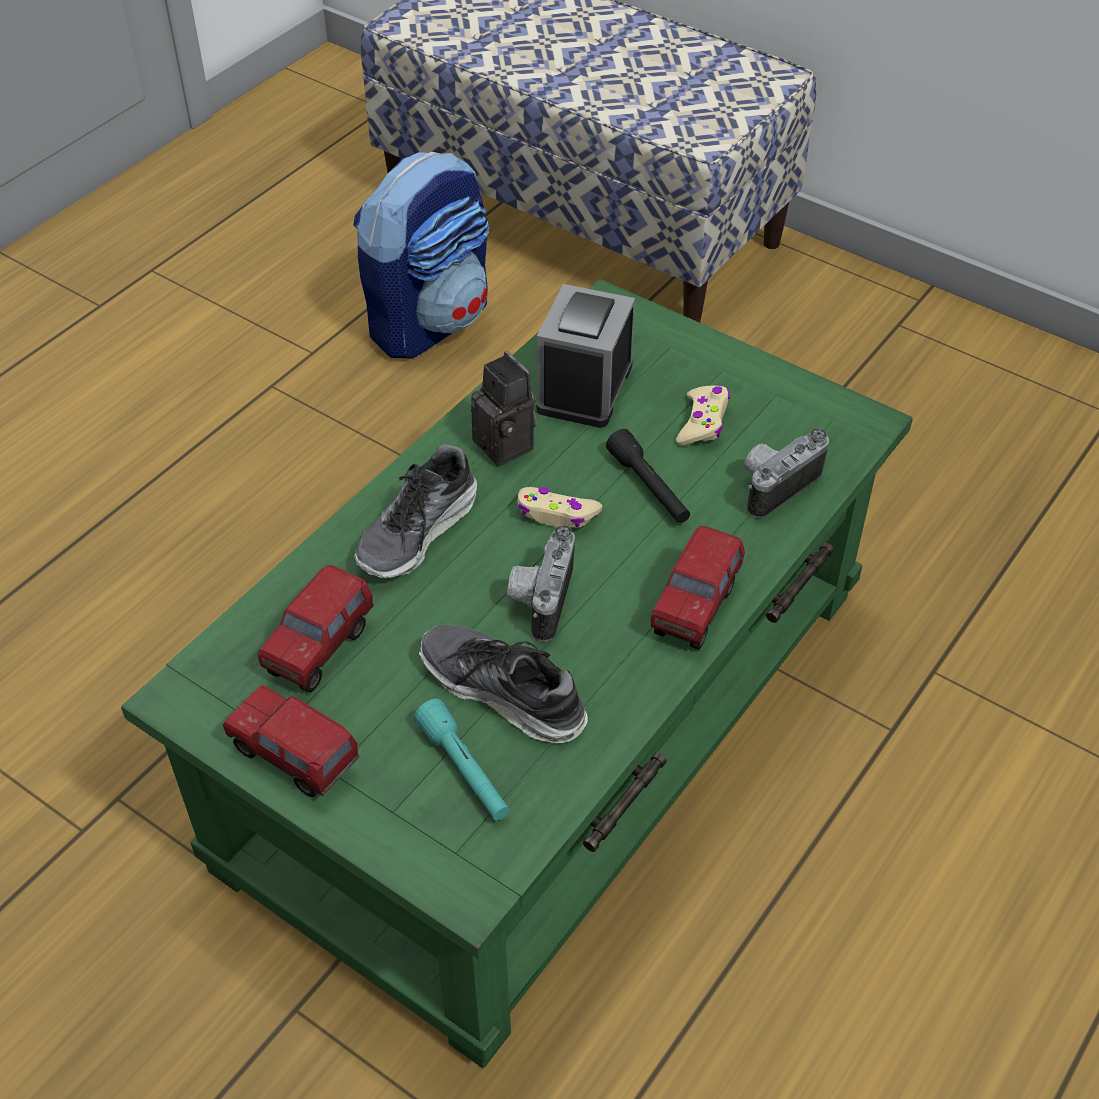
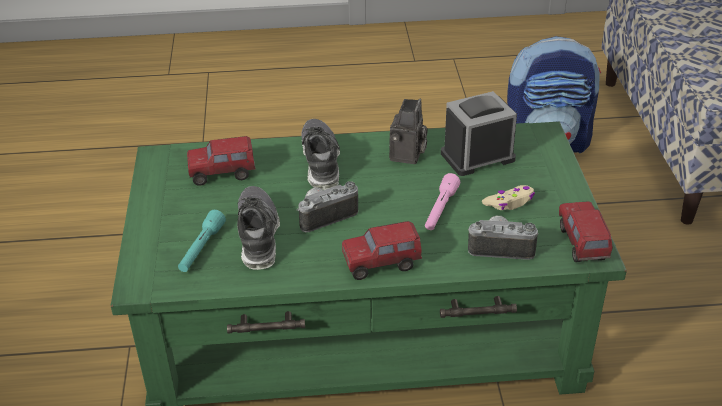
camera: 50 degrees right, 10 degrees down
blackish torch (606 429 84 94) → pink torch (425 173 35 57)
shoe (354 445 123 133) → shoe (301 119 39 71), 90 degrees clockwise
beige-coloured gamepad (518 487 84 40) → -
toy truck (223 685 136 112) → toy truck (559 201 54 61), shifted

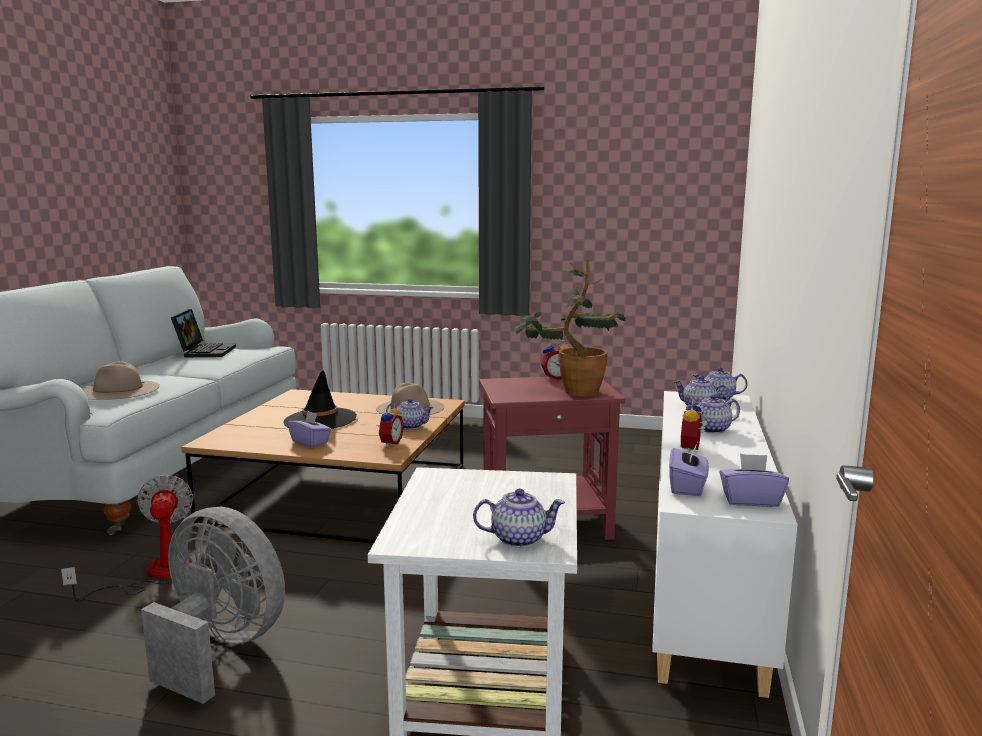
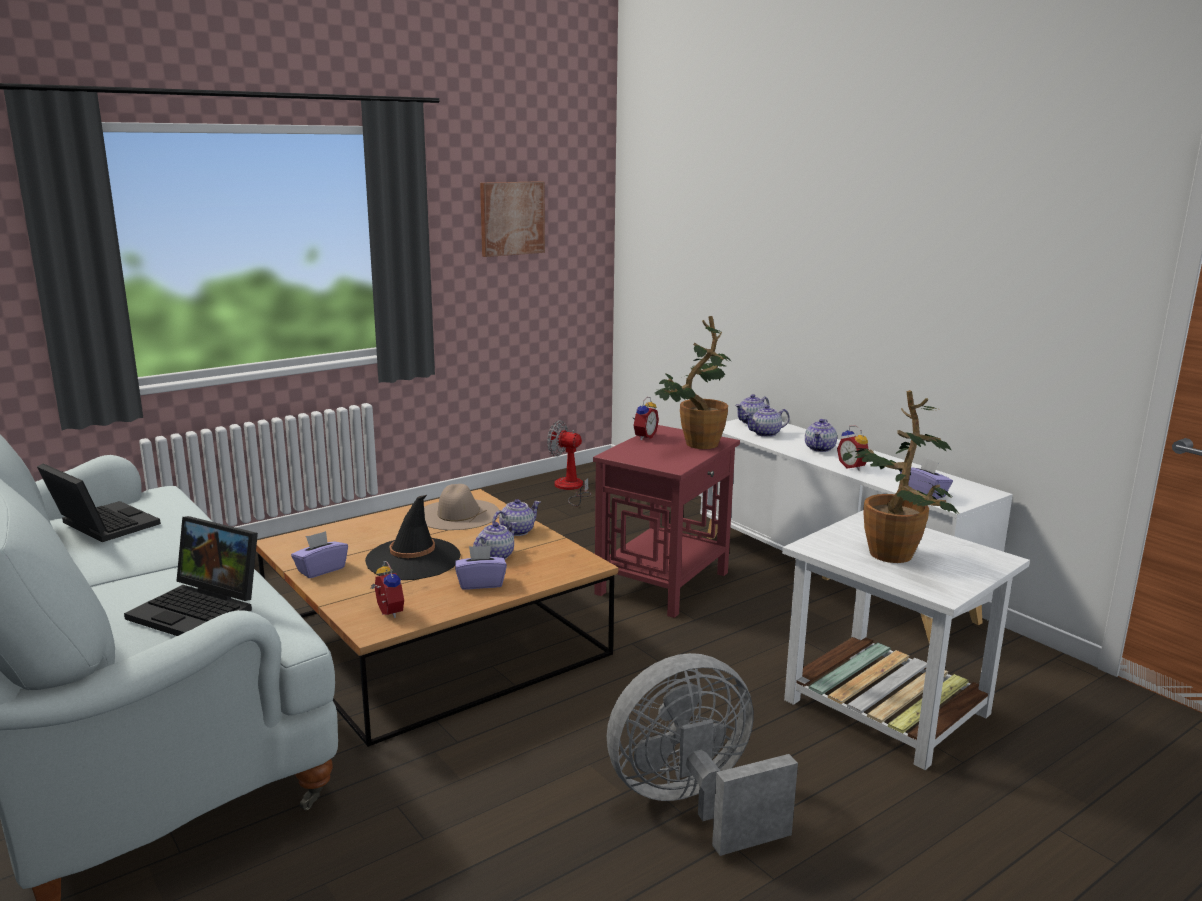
camera: 50 degrees left, 5 degrees up
beige-coloured clothing hat (82 361 77 39) → portable computer (124 516 134 120)
bedside clock (377 404 27 43) → bedside clock (371 561 33 57), shifted
purple-coloured tissue holder (719 454 70 53) → purple-coloured tissue holder (291 531 57 47), shifted
cooling fan (61 475 133 127) → cooling fan (547 421 44 85), shifted
teapot (473 489 92 59) → teapot (473 522 44 37), shifted
- → wall art (480 181 65 76)
- → potted plant (843 390 115 173)

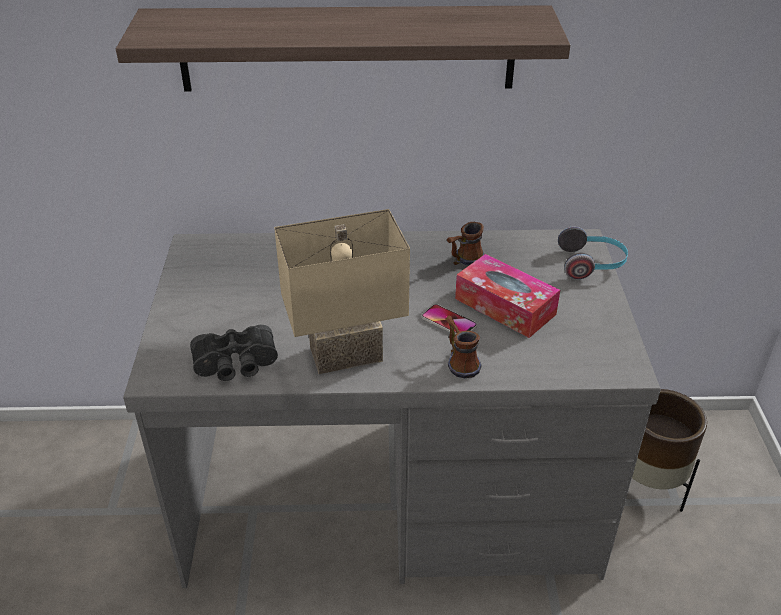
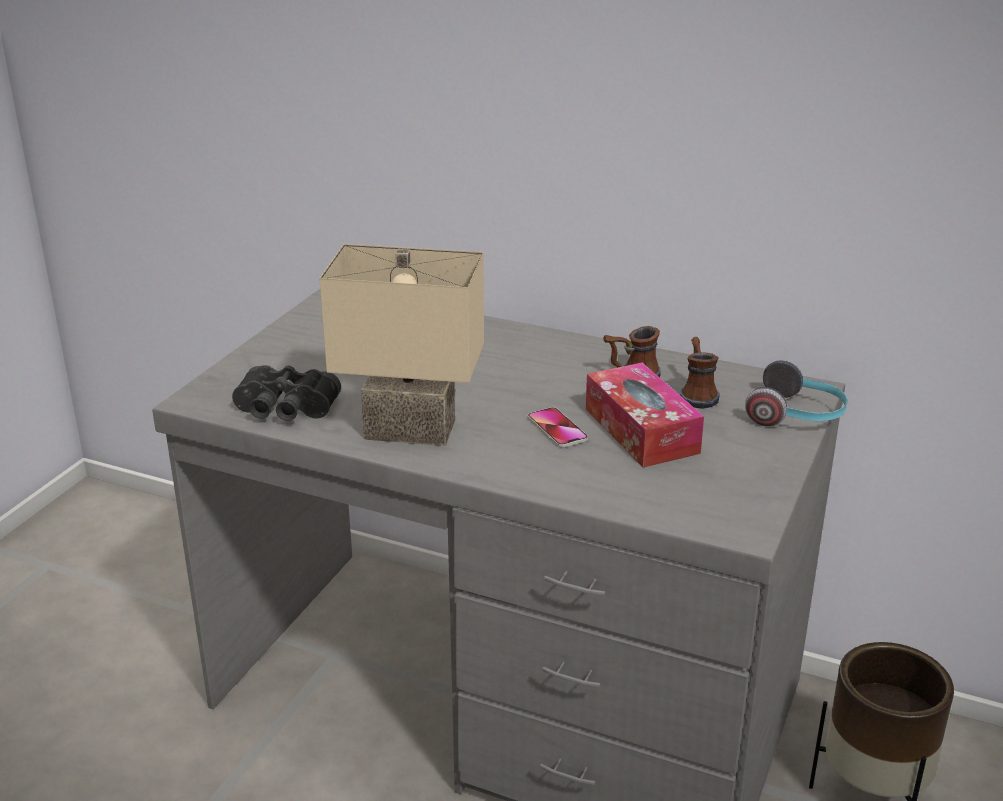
camera: 25 degrees right, 10 degrees down
shelf (116 5 454 86) → -
mug (445 315 37 63) → mug (680 337 40 72), shifted

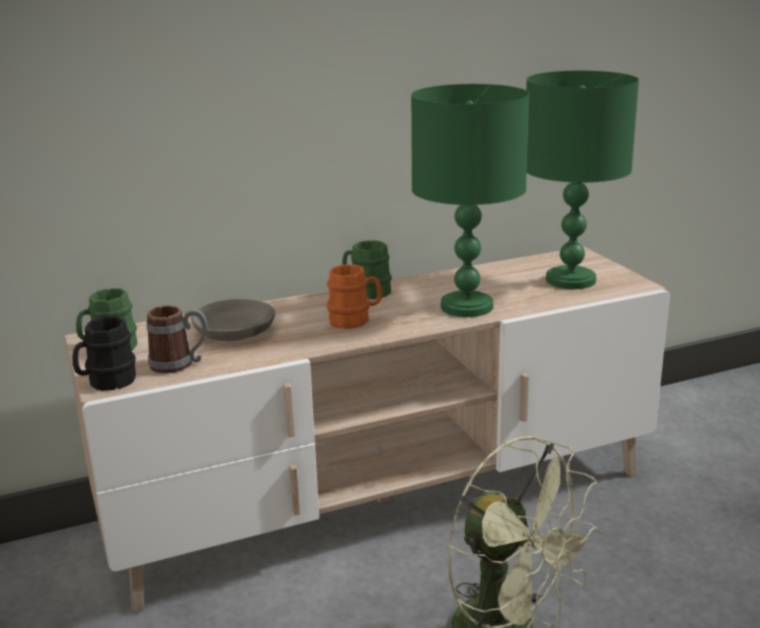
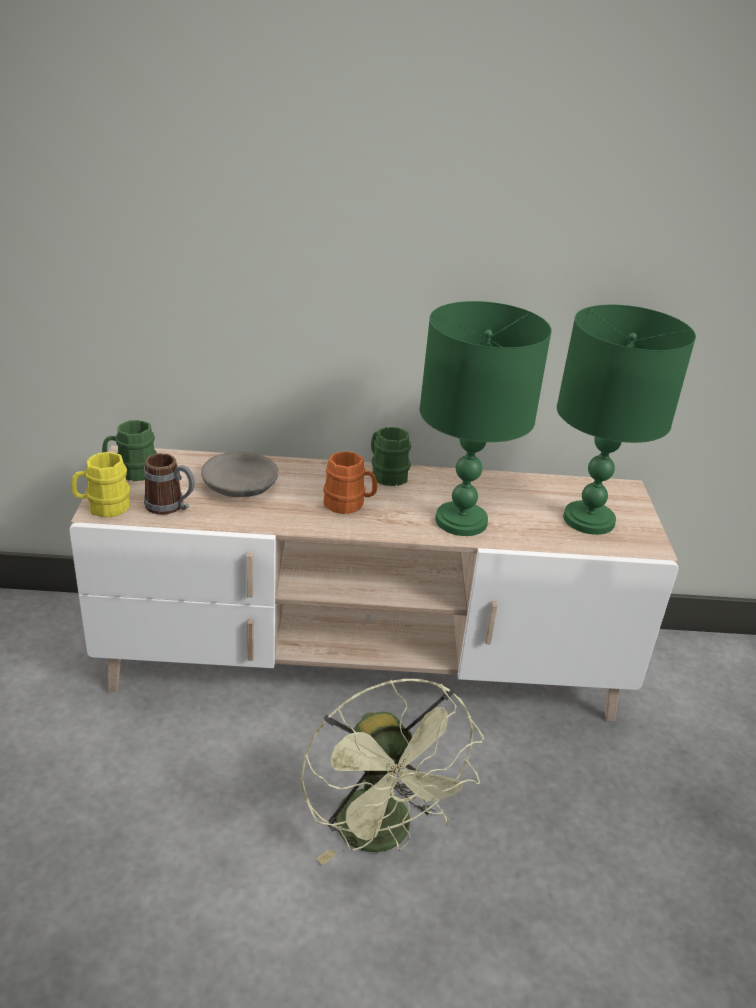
camera: 20 degrees right, 10 degrees up
blackish mug (72 316 64 75) → yellow mug (71 452 60 66)

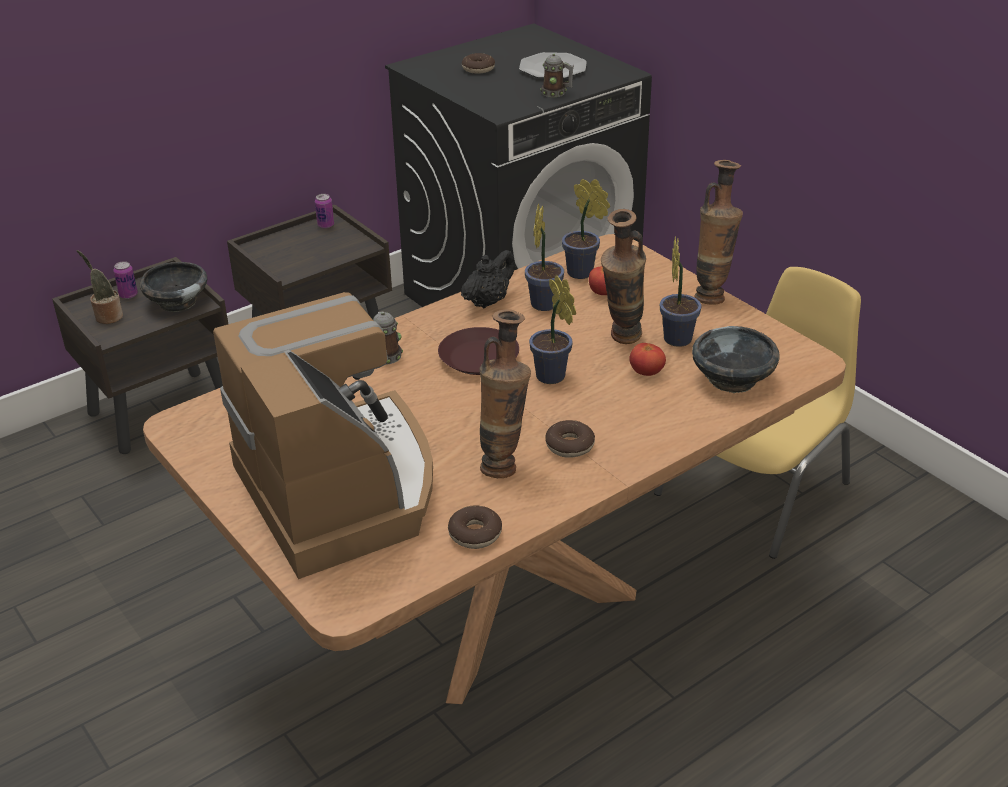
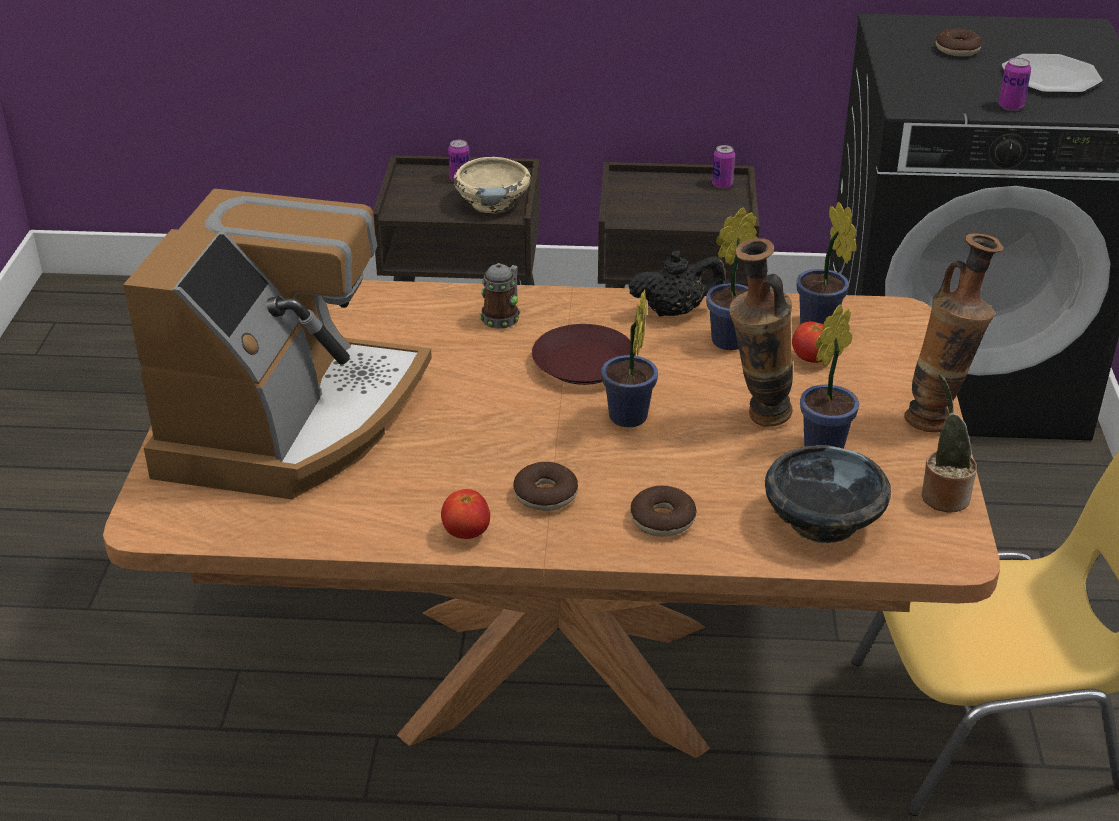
camera: 40 degrees right, 0 degrees up
mug (540 54 34 43) → metal can (999 58 32 53)
potted plant (76 250 47 74) → potted plant (922 374 55 138), shifted
blackish serving bowl (140 262 67 50) → beige-coloured serving bowl (453 157 78 57)
decorative vase (480 309 51 169) → -
tomato (629 343 37 33) → tomato (441 489 49 50), shifted
ring doughnut (448 506 54 43) → ring doughnut (630 485 67 52), shifted

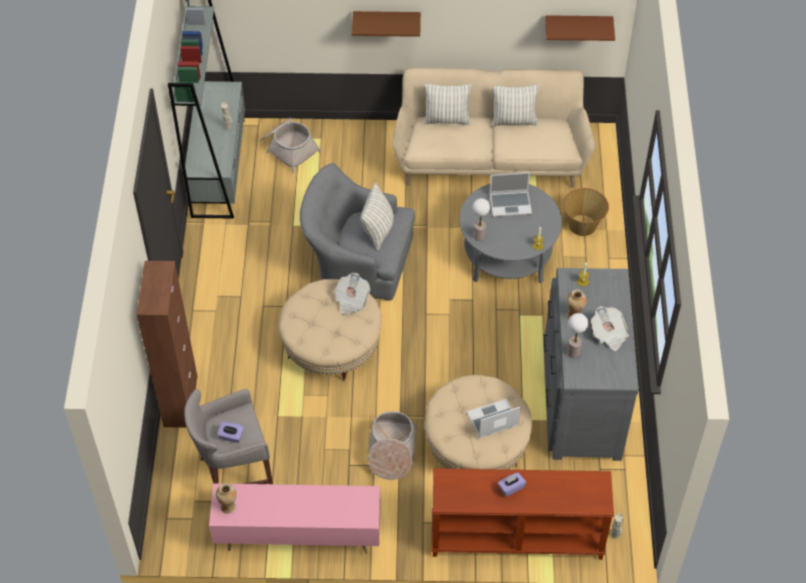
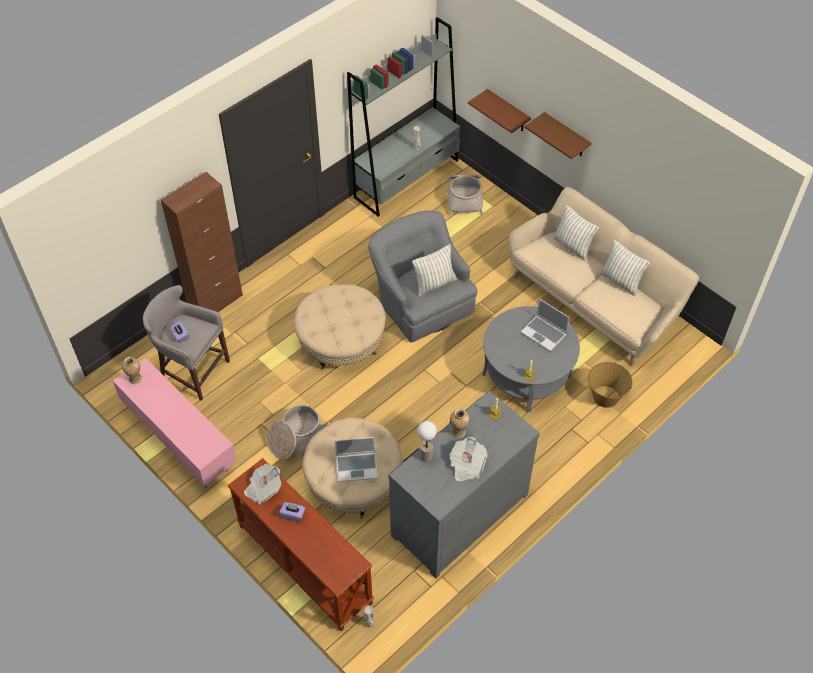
camera: 45 degrees right, 0 degrees up
brownish shelf (545 15 70 26) → brownish shelf (468 89 63 44), shifted
table lamp (472 198 18 43) → -
newspaper (335 273 35 41) → newspaper (244 464 37 41), shifted
portable computer (467 399 54 39) → portable computer (335 437 43 45), 150 degrees clockwise

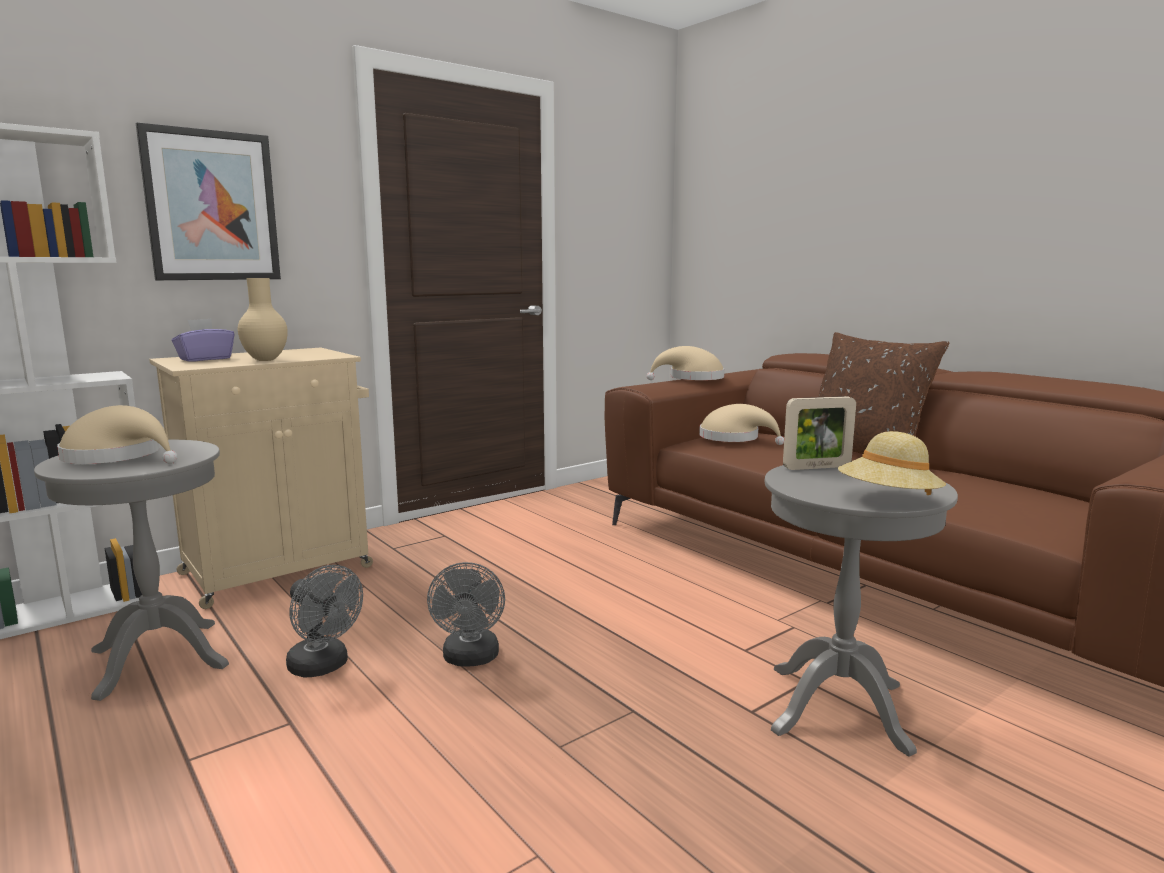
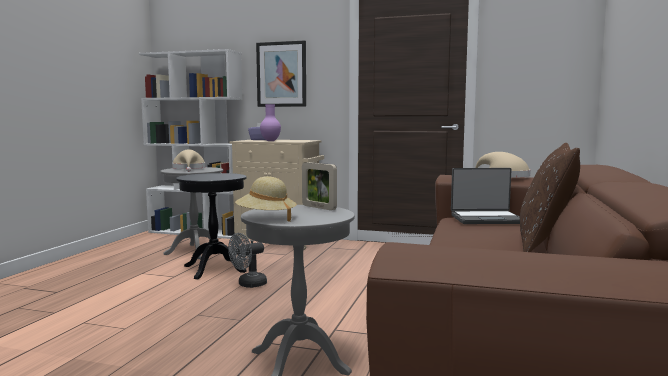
camera: 55 degrees right, 5 degrees down
beige-coloured decorative vase (238 278 50 83) → purple-coloured decorative vase (260 104 21 37)
beige-coloured clothing hat (699 404 85 41) → portable computer (451 168 69 56)
greyish cooling fan (286 565 77 112) → blackish accent table (176 173 71 106)

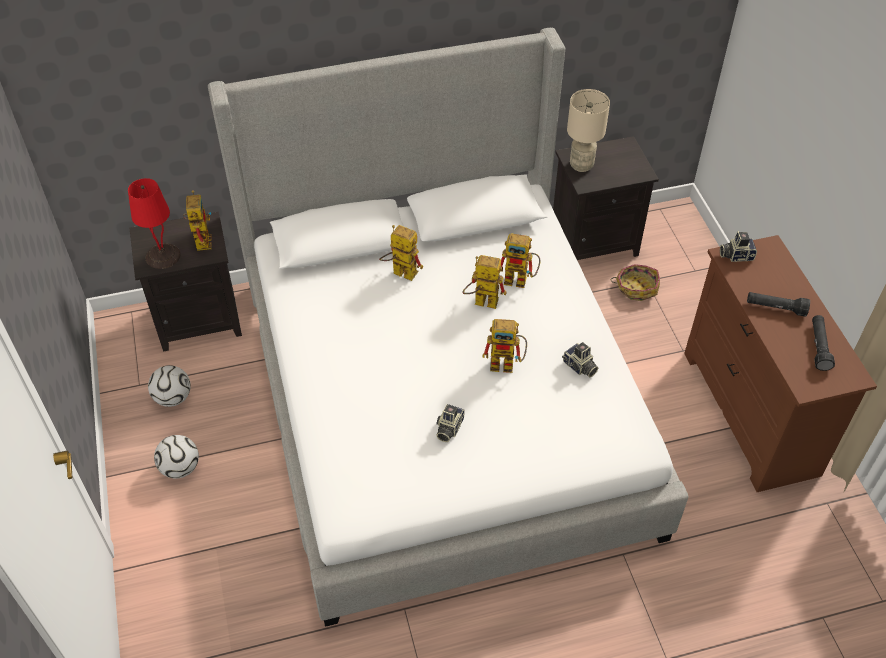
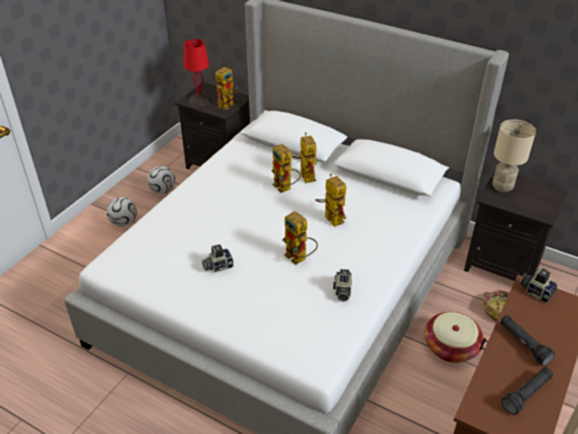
camera: 45 degrees right, 10 degrees down
robot figure (501 233 39 55) → robot figure (272 144 29 49), shifted
- → storage basket (425 312 59 51)

